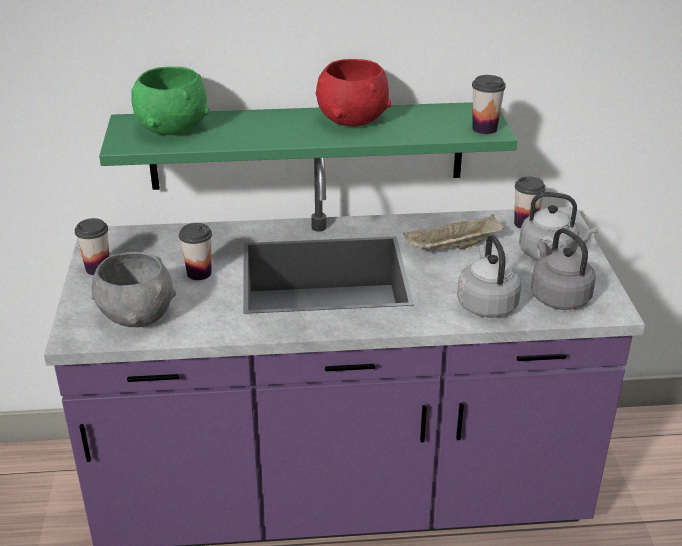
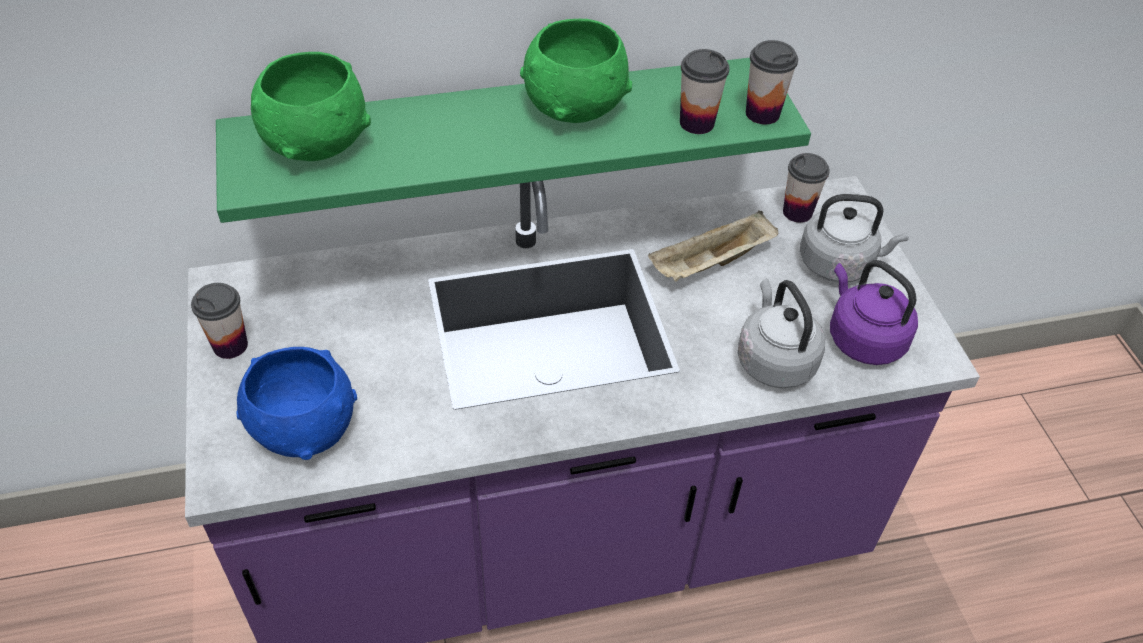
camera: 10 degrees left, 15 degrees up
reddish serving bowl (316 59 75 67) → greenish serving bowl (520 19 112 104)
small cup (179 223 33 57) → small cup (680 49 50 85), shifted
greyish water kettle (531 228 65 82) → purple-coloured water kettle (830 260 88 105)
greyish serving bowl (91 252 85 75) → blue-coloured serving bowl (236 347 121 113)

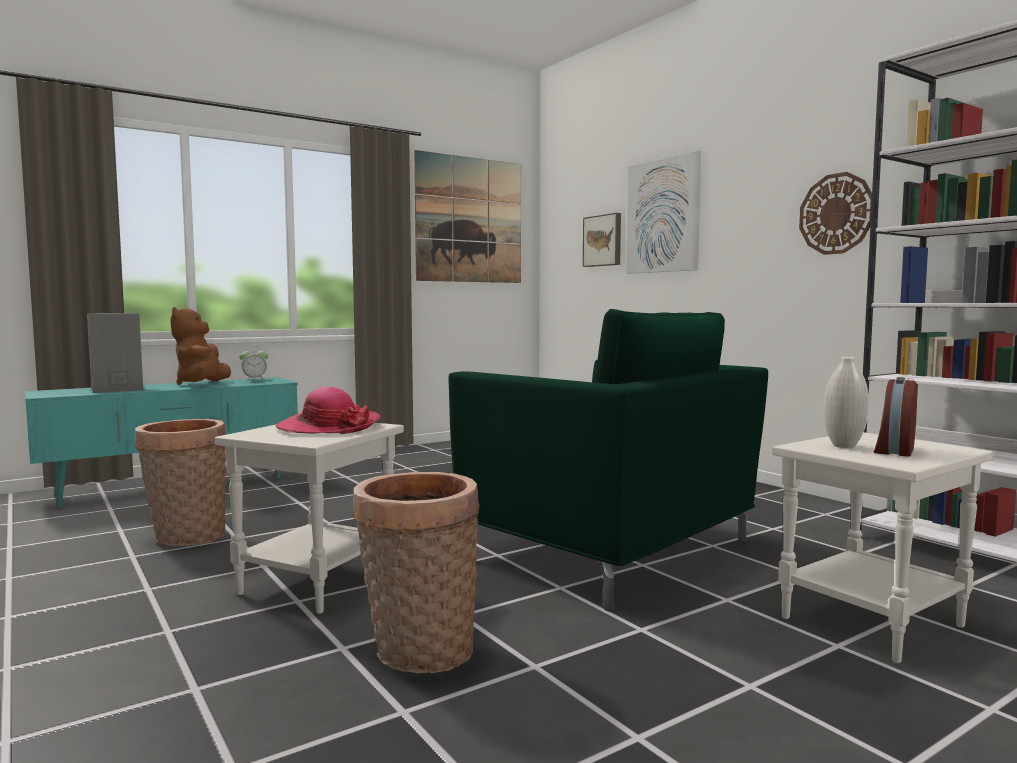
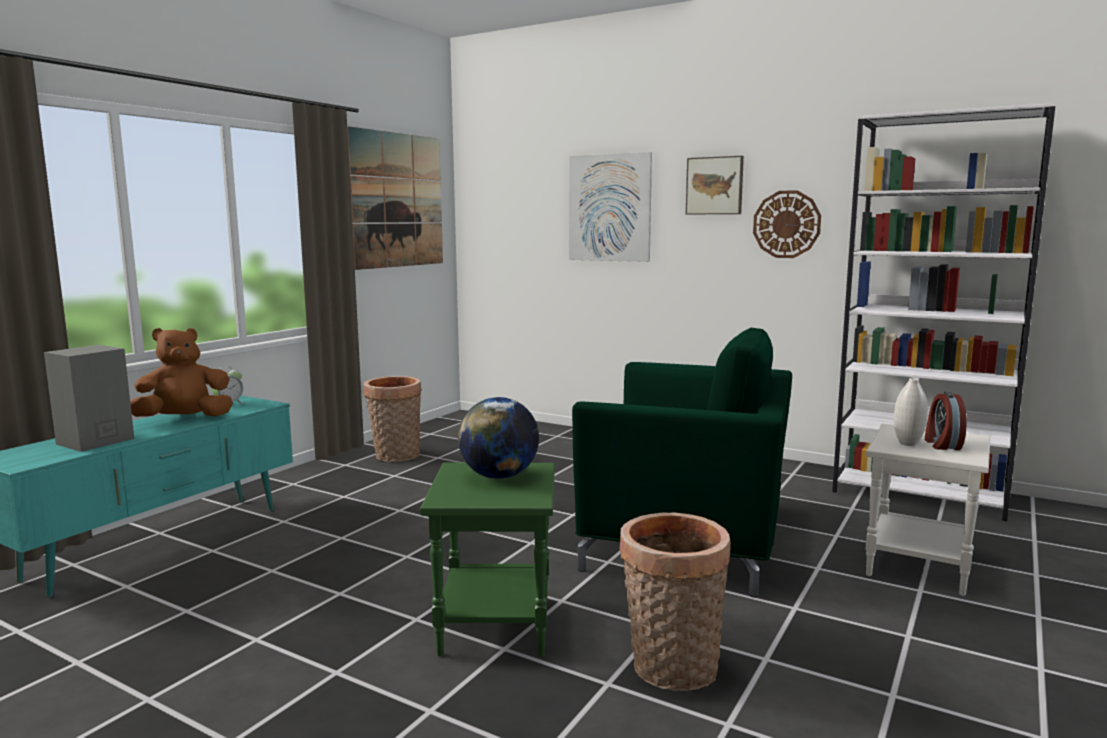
camera: 25 degrees left, 5 degrees up
wall art (583 213 38 54) → wall art (686 156 58 58), shifted
brownish plush toy (170 307 61 78) → brownish plush toy (130 328 103 89), 90 degrees clockwise
clothing hat (276 387 105 47) → world globe (458 397 81 82)
storage basket (134 419 92 127) → storage basket (364 376 57 86), shifted
whitish accent table (214 423 190 191) → greenish accent table (420 463 135 194)

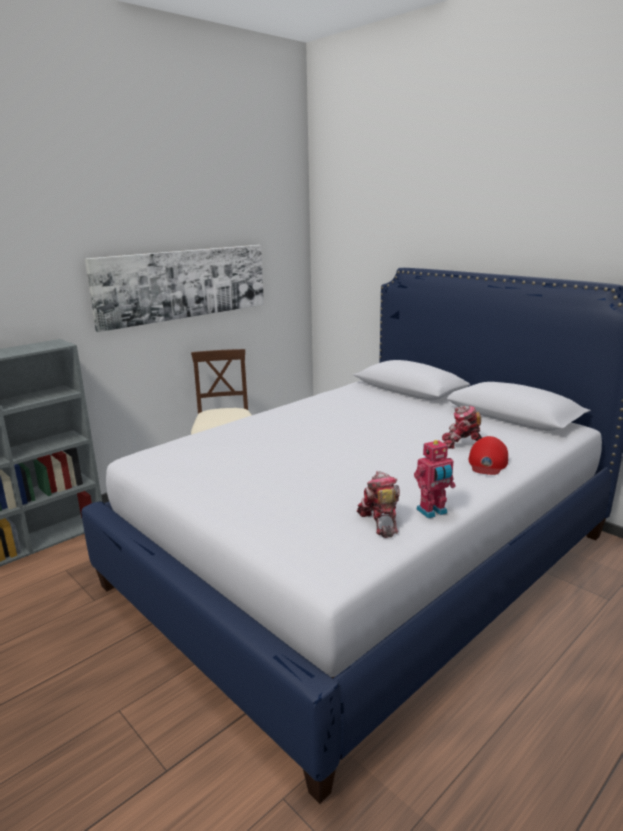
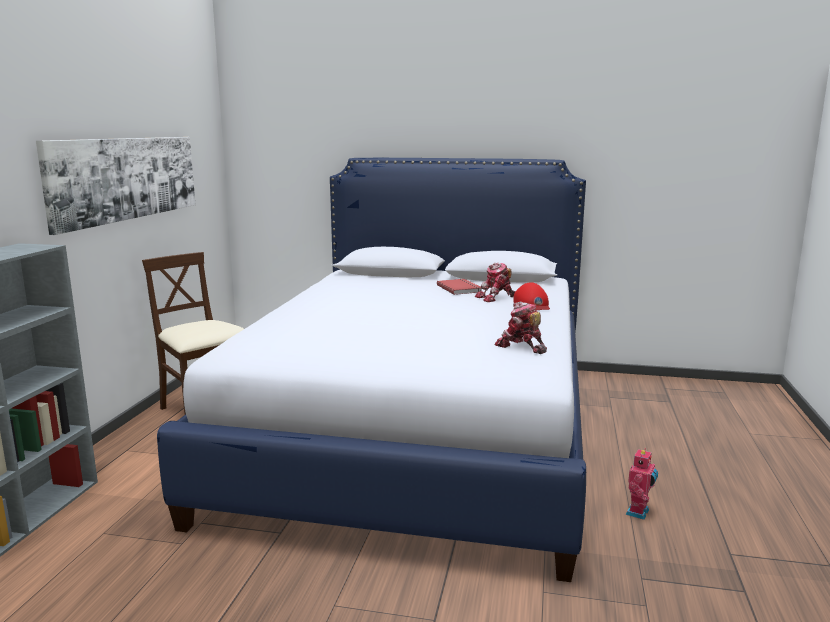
camera: 35 degrees left, 5 degrees down
robot figure (414 440 42 79) → robot figure (626 448 32 72), shifted
- → reddish book (437 279 45 16)

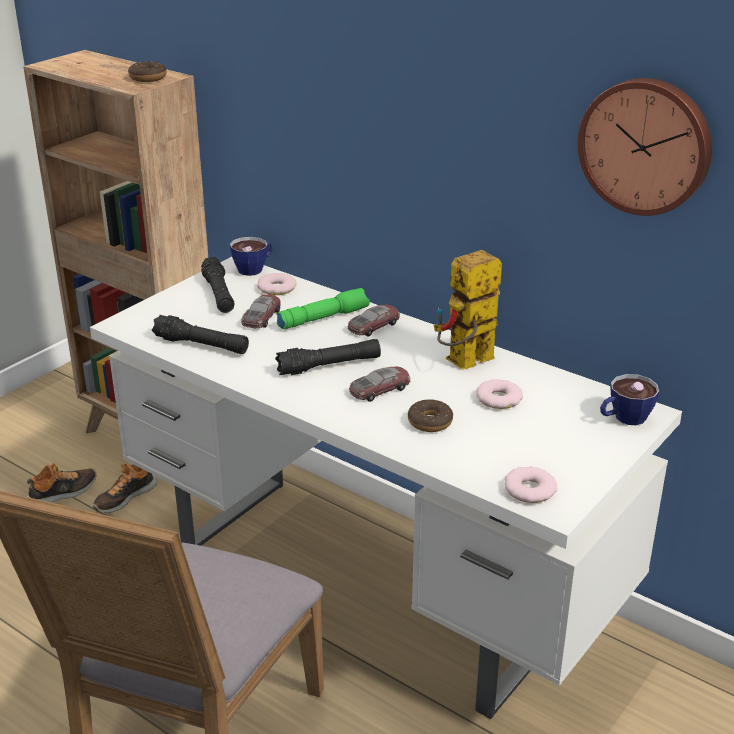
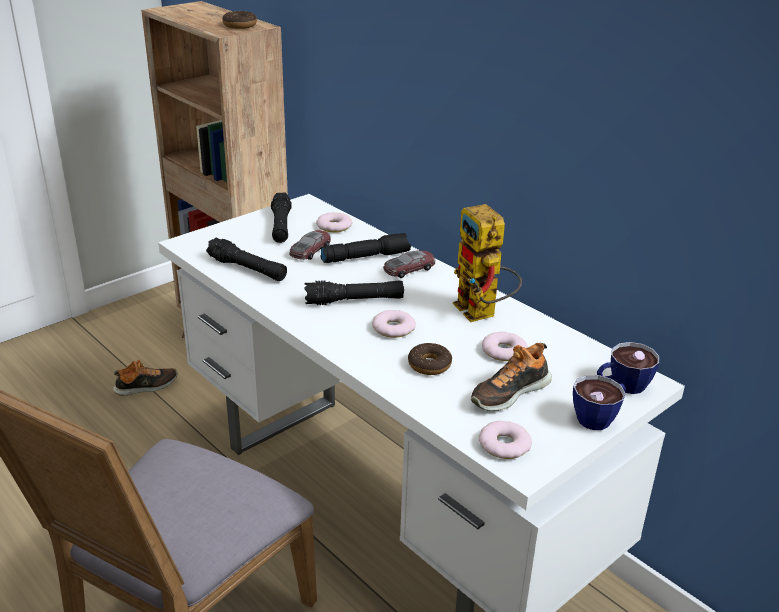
camera: 10 degrees right, 0 degrees up
clock on the wall (578 78 134 138) → -
small cup (230 237 43 39) → small cup (573 375 53 55), shifted
robot figure (434 250 68 120) → robot figure (453 204 69 118), 90 degrees counterclockwise
greenish torch (276 288 94 41) → blackish torch (320 233 91 30)
toy car (349 366 61 36) → ring doughnut (372 310 44 28)
shoe (93 463 64 50) → shoe (471 343 81 68), shifted

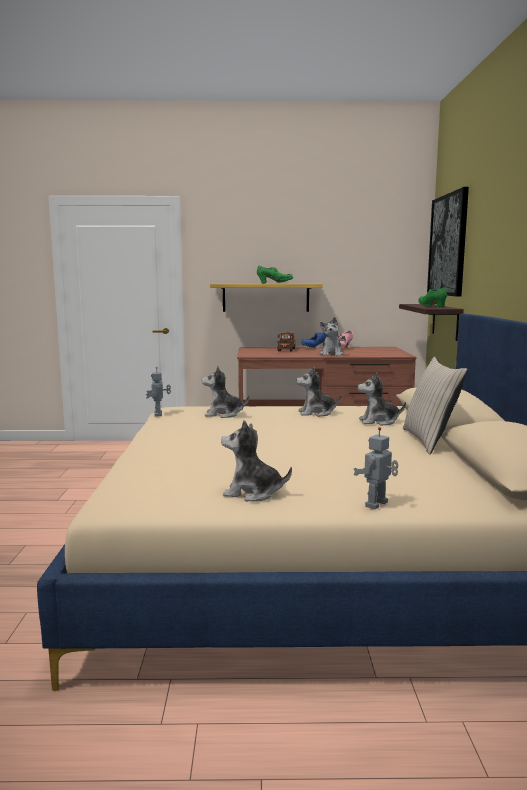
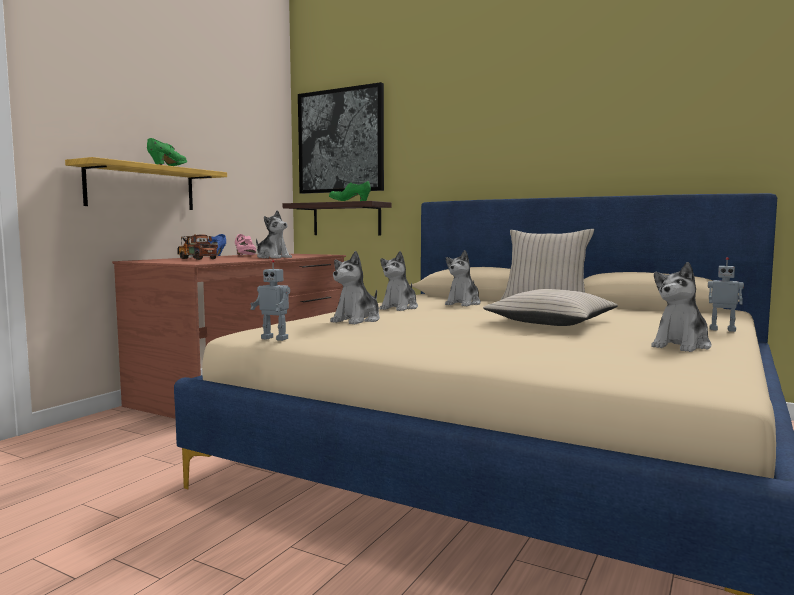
camera: 60 degrees left, 5 degrees down
robot figure (353 427 45 83) → robot figure (708 257 36 75), 45 degrees counterclockwise
- → beige-coloured cushion (483 289 135 37)

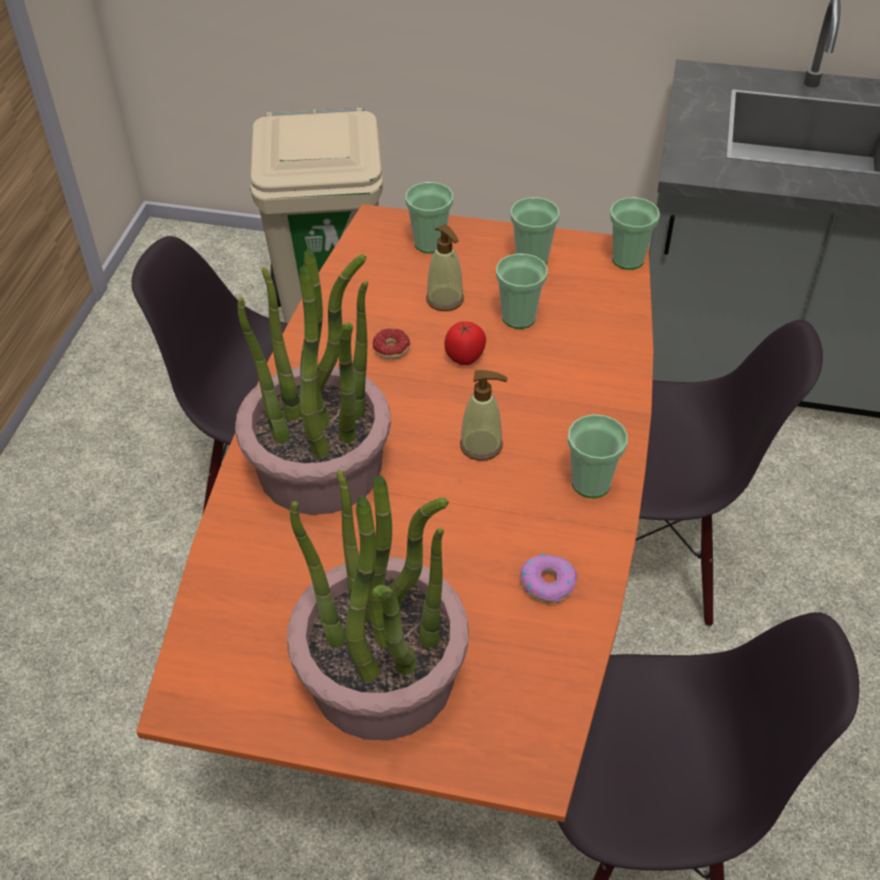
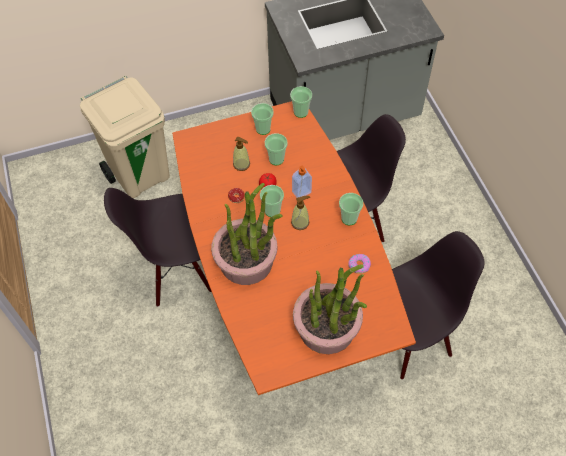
camera: 30 degrees left, 10 degrees up
small cup (405 182 48 71) → small cup (260 185 24 32), shifted
- → liquid soap bottle (292 165 20 33)

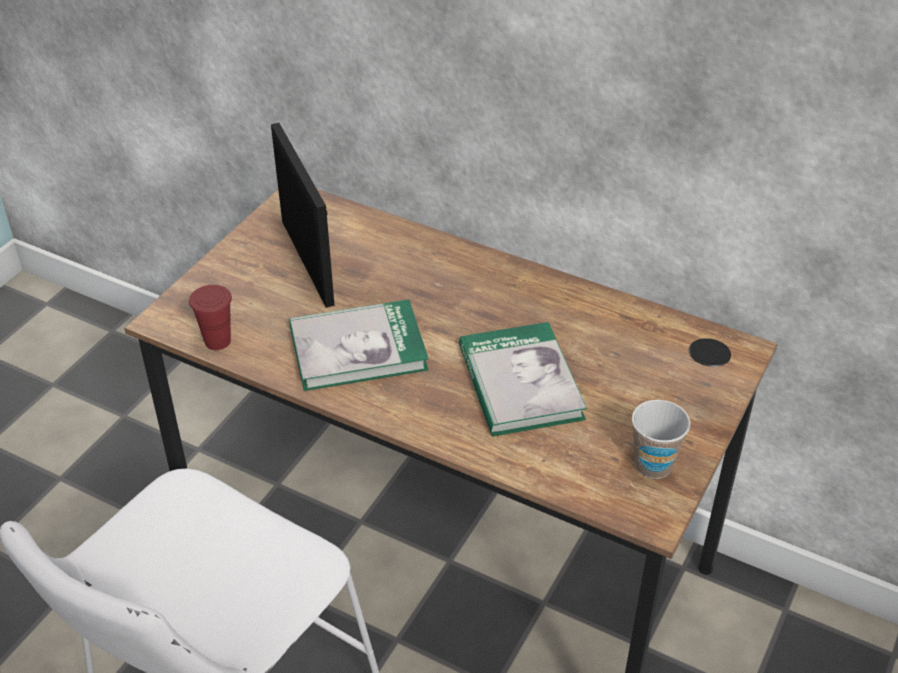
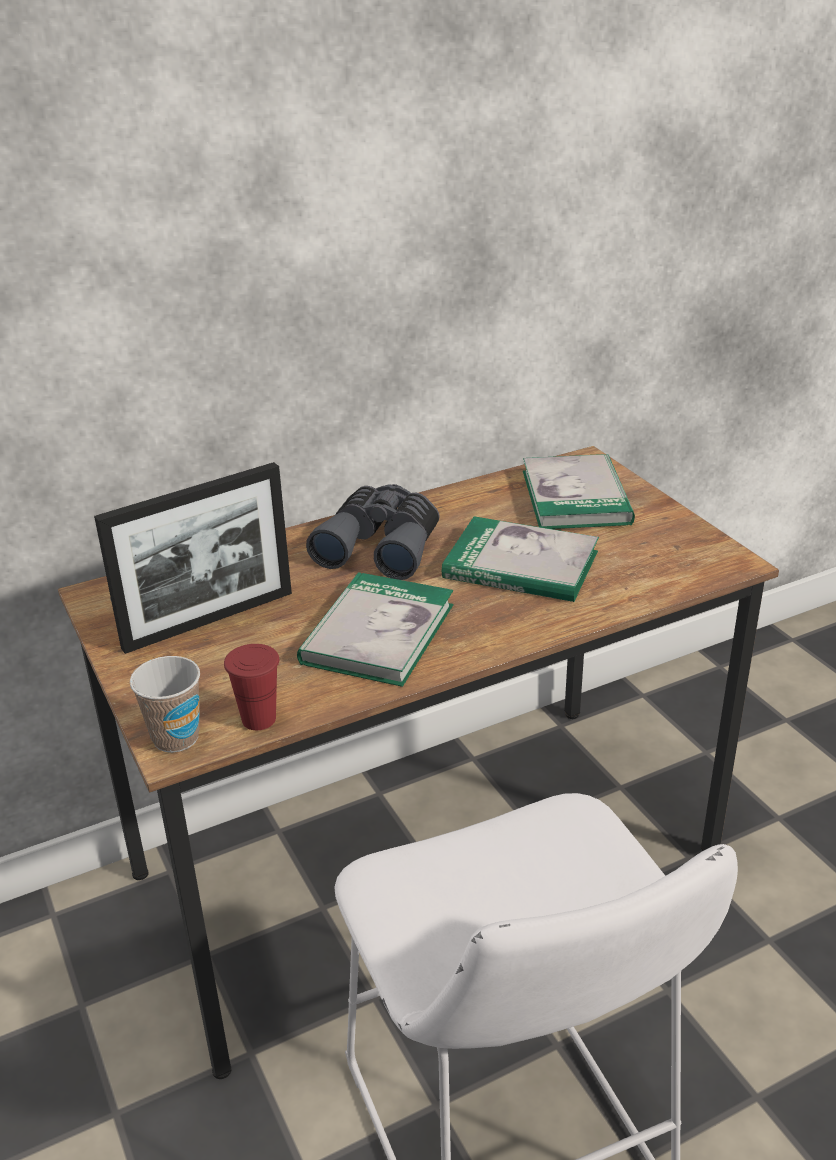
camera: 55 degrees left, 10 degrees down
photo frame (271 123 64 185) → photo frame (94 462 198 192), 135 degrees clockwise
small cup (632 400 58 79) → small cup (130 656 70 97), shifted
- → book (523 454 112 75)
- → greyish field glasses (306 484 134 96)

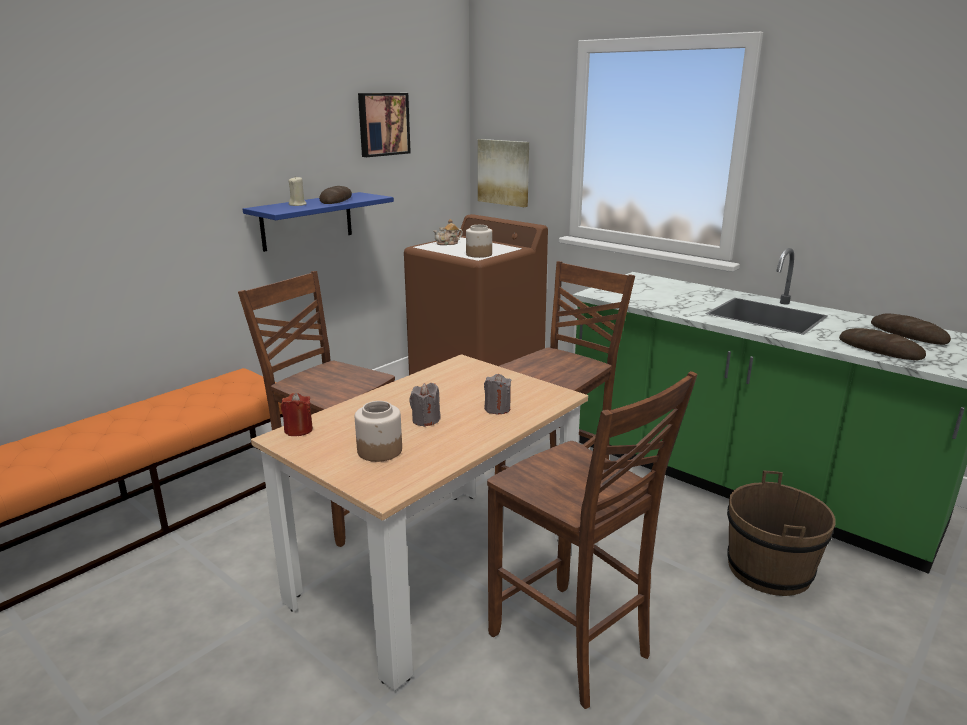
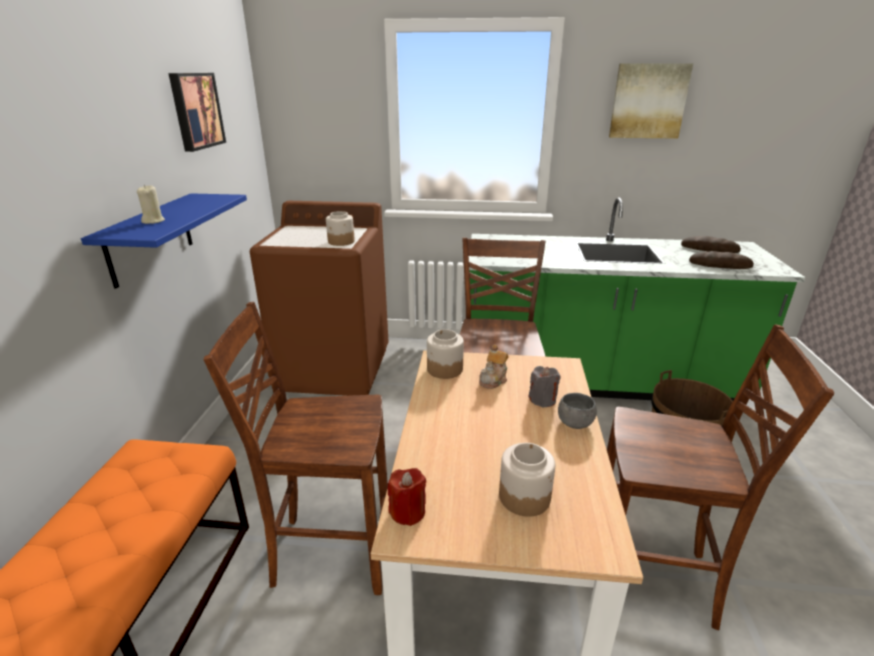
camera: 35 degrees left, 5 degrees up
wall art (478 139 51 68) → wall art (609 63 84 76), shifted
baked bread (319 186 33 18) → -
teapot (433 219 30 26) → teapot (479 345 29 44), shifted
greyish wax candle (409 383 32 44) → -
- → storage jar (427 329 37 50)
- → greyish serving bowl (558 393 39 36)

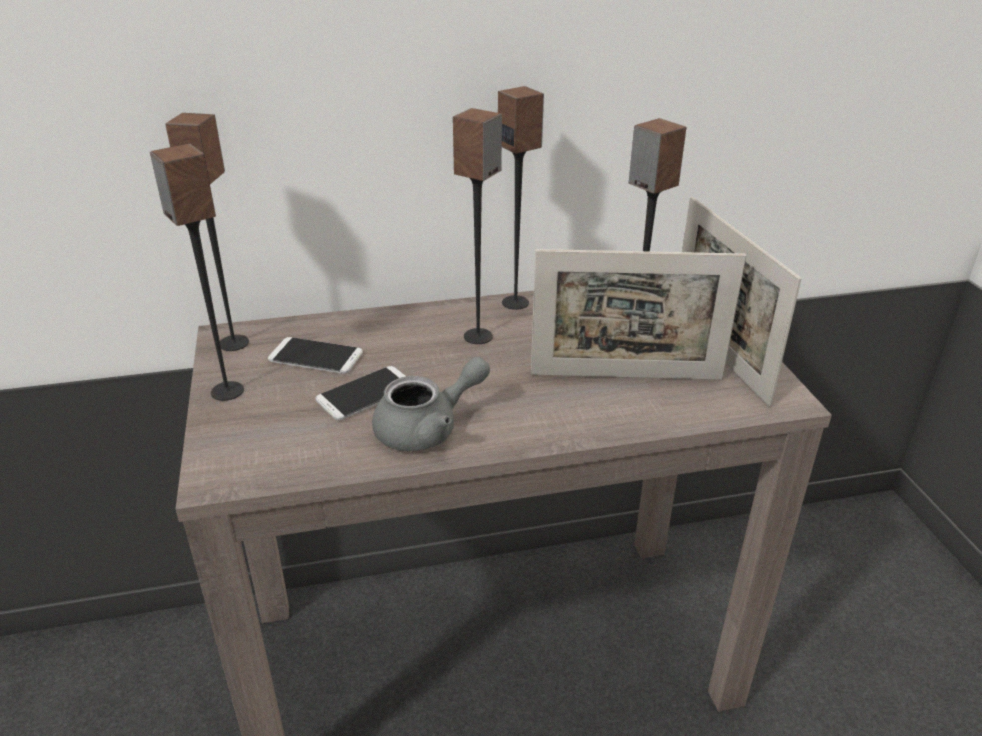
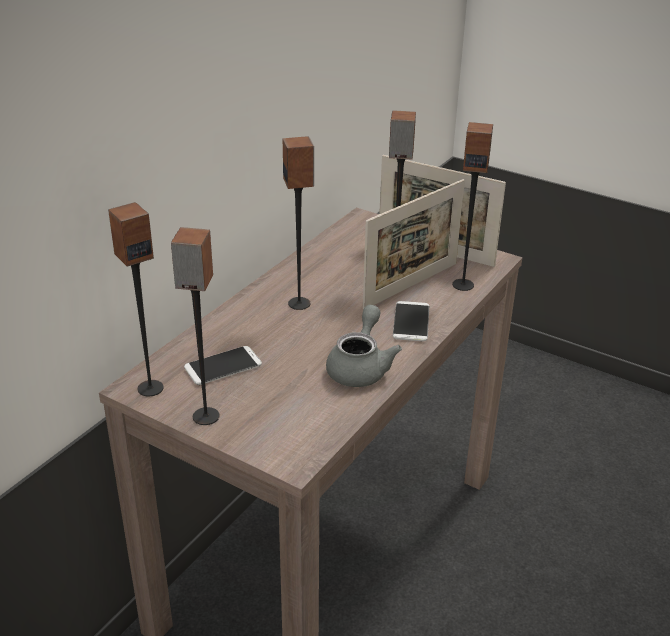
camera: 45 degrees left, 0 degrees up
speaker (498 86 46 224) → speaker (452 122 41 169), shifted
phone (315 366 91 54) → phone (393 301 36 40), shifted

